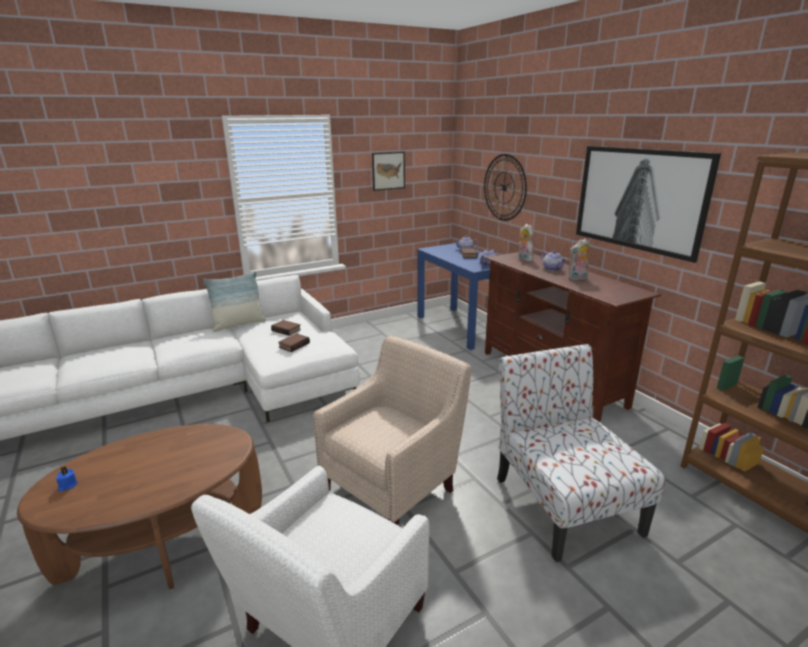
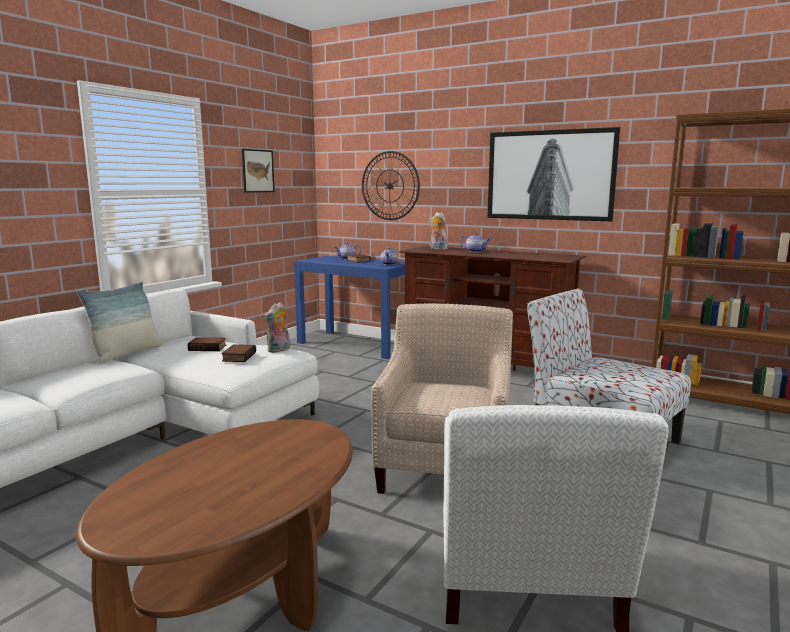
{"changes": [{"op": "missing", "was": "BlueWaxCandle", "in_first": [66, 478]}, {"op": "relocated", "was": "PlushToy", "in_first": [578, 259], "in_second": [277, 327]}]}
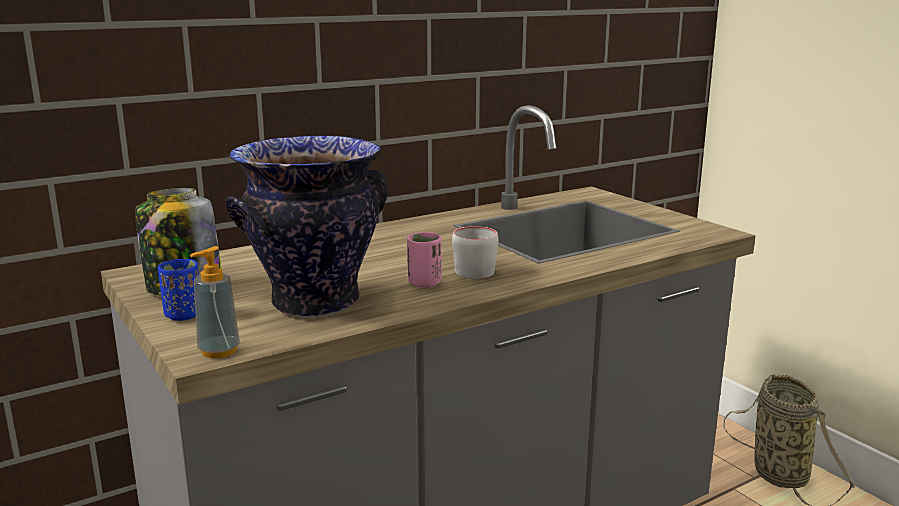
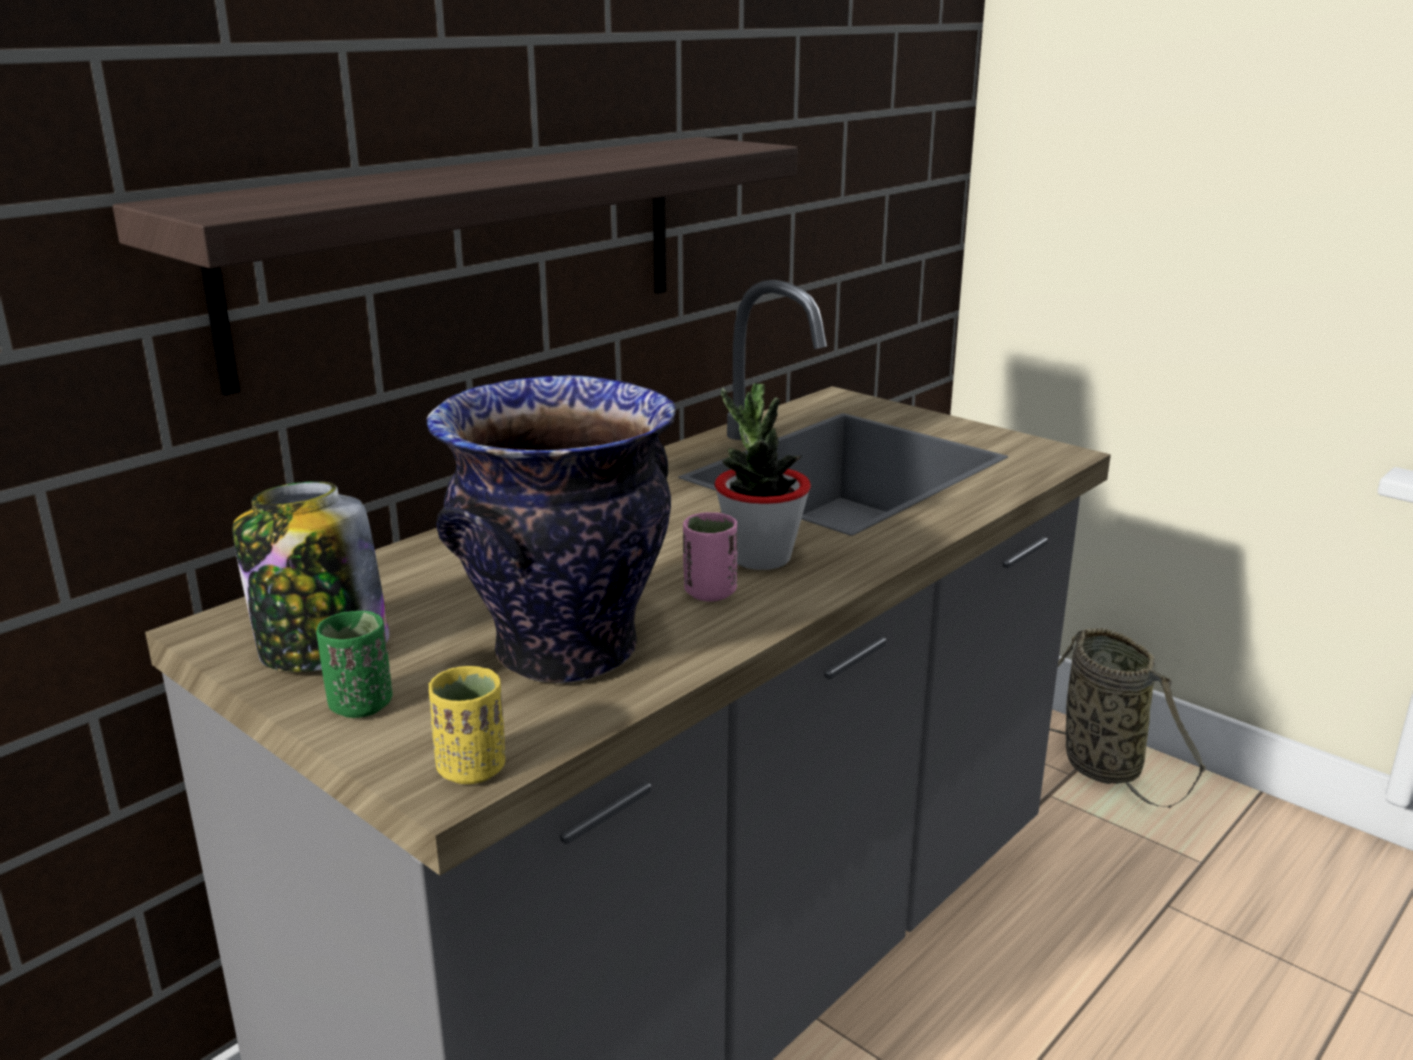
{"changes": [{"op": "colour", "was": "BlueCup", "now": "GreenCup", "in_first": [178, 290], "in_second": [354, 664]}, {"op": "exchanged", "was": "SoapBottle", "now": "YellowCup", "in_first": [215, 302], "in_second": [466, 725]}, {"op": "exchanged", "was": "GreyishMug", "now": "Houseplant", "in_first": [475, 252], "in_second": [763, 476]}, {"op": "appeared", "now": "WallShelf", "in_second": [455, 266]}]}
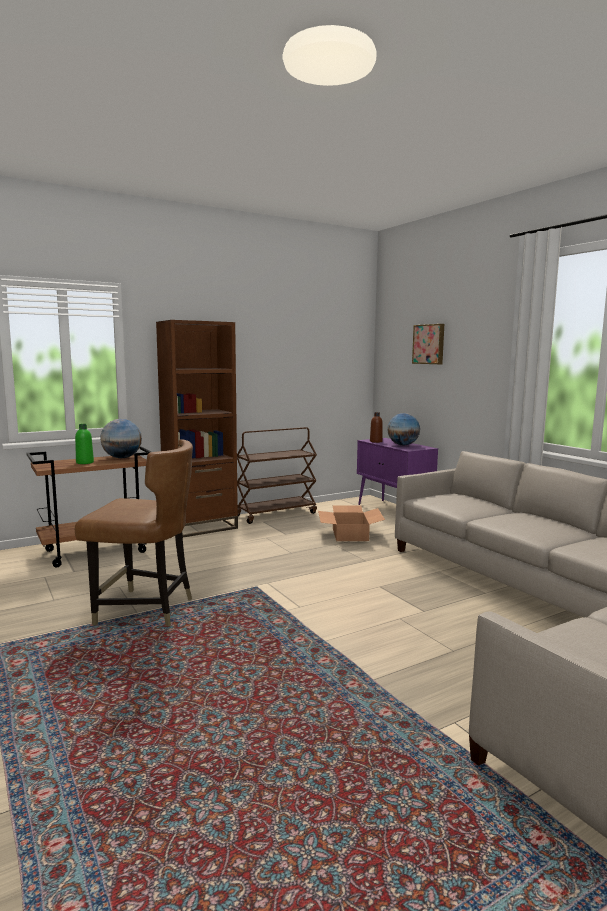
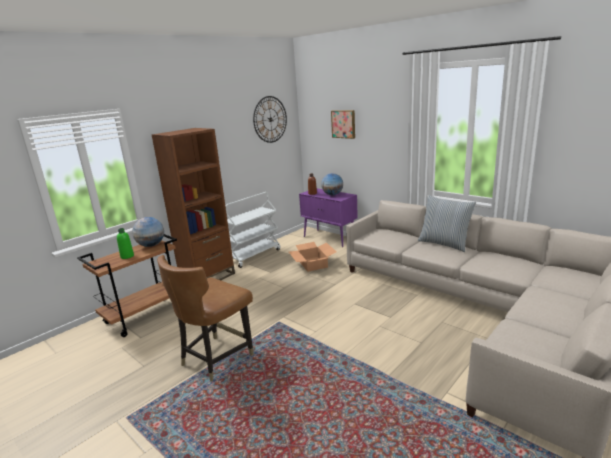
{"changes": [{"op": "spun", "was": "BrownColouredUprightChair", "in_first": [134, 533], "in_second": [205, 318], "clockwise": 135}, {"op": "colour", "was": "BrownColouredCart", "now": "WhiteCart", "in_first": [277, 475], "in_second": [252, 230]}, {"op": "appeared", "now": "HangingClock", "in_second": [270, 119]}, {"op": "appeared", "now": "Cushion", "in_second": [447, 223]}]}
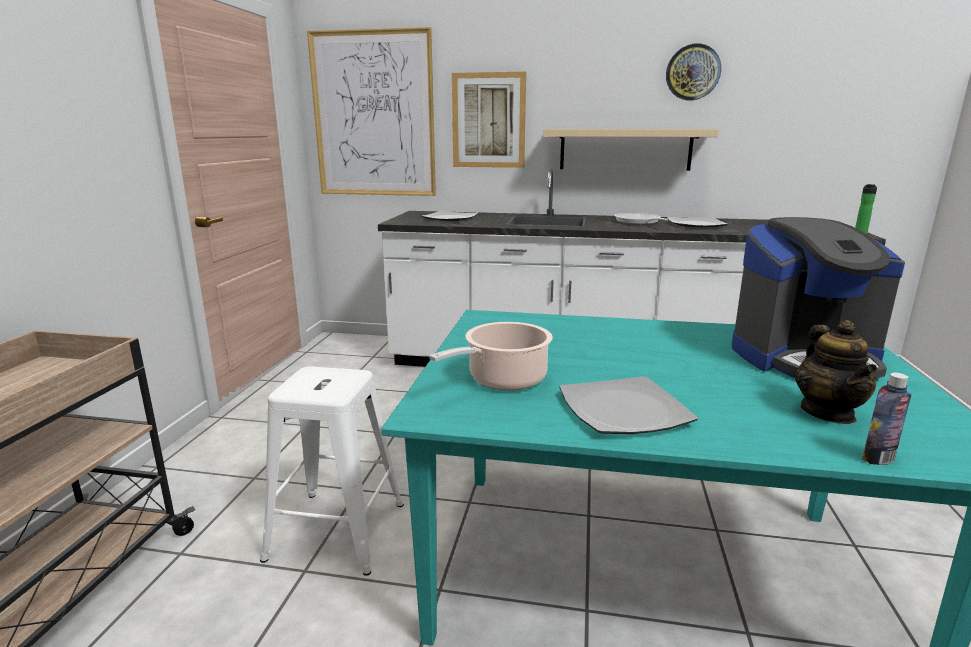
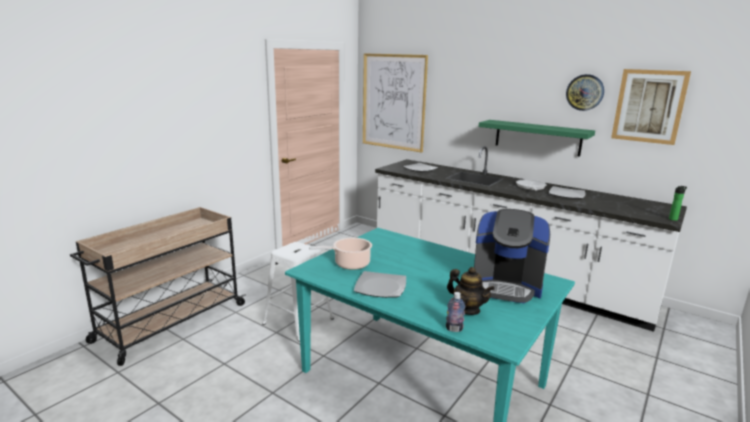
{"changes": [{"op": "relocated", "was": "WallPicture", "in_first": [489, 120], "in_second": [651, 107]}, {"op": "colour", "was": "SandColouredWallShelf", "now": "GreenWallShelf", "in_first": [631, 150], "in_second": [537, 138]}, {"op": "spun", "was": "Teapot", "in_first": [836, 372], "in_second": [471, 291], "clockwise": -75}]}
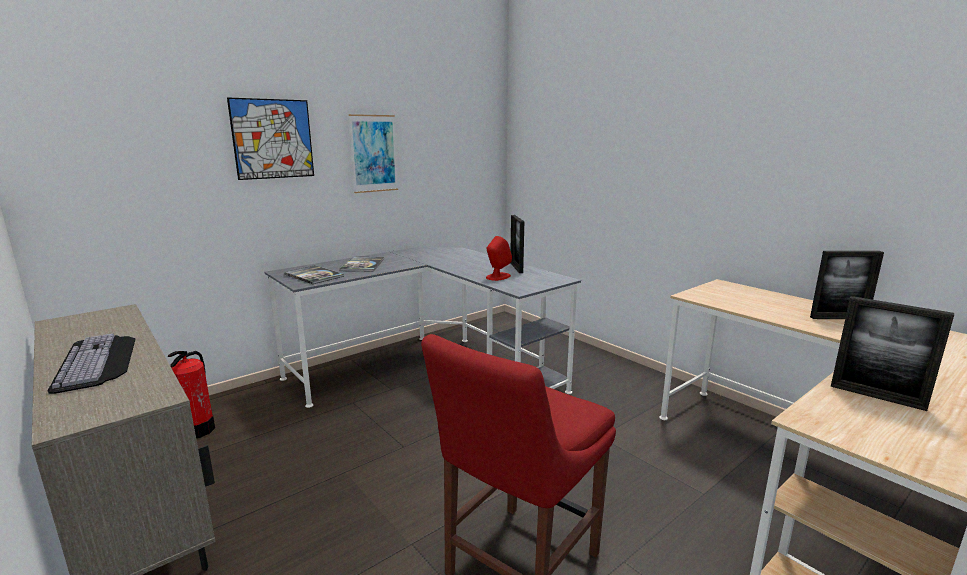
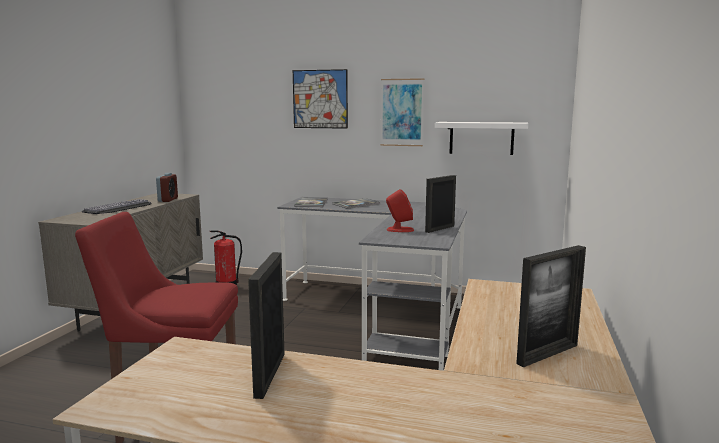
{"changes": [{"op": "spun", "was": "PictureFrame", "in_first": [847, 285], "in_second": [551, 306], "clockwise": -90}, {"op": "appeared", "now": "AlarmClock", "in_second": [167, 187]}, {"op": "appeared", "now": "WhiteWallShelf", "in_second": [481, 138]}]}
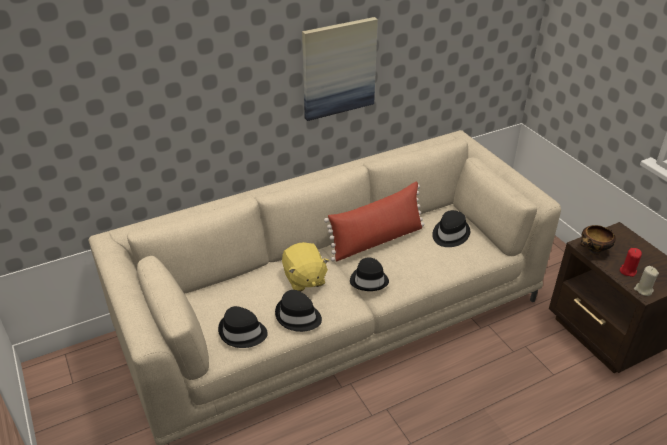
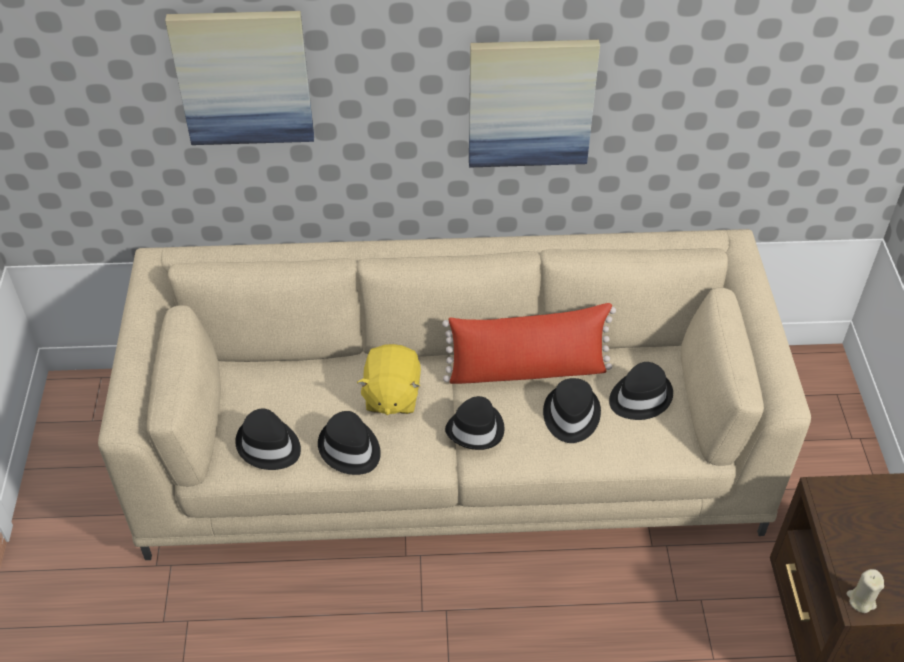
{"changes": [{"op": "missing", "was": "DeepDish", "in_first": [598, 240]}, {"op": "missing", "was": "ReddishWaxCandle", "in_first": [631, 262]}, {"op": "appeared", "now": "WallPicture", "in_second": [239, 78]}, {"op": "appeared", "now": "BlackColouredWearableHat", "in_second": [572, 410]}]}
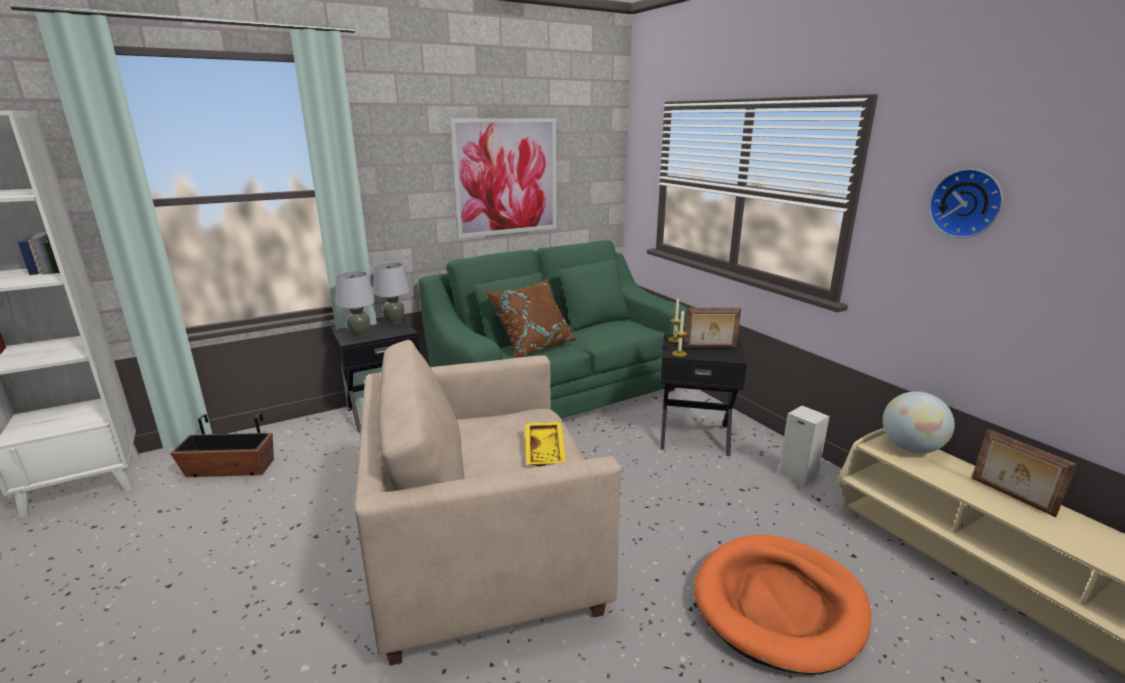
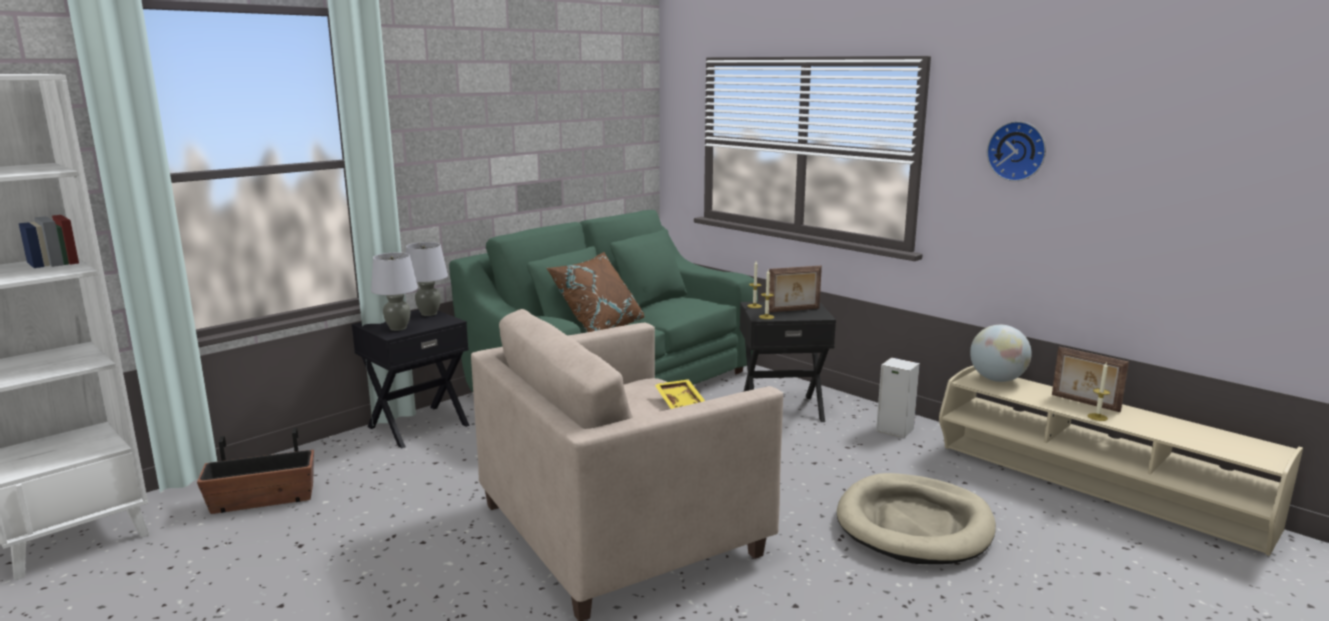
{"changes": [{"op": "missing", "was": "WallPicture", "in_first": [503, 178]}, {"op": "colour", "was": "OrangeDogBed", "now": "SandColouredDogBed", "in_first": [782, 605], "in_second": [916, 518]}, {"op": "appeared", "now": "WaxCandle", "in_second": [1099, 392]}]}
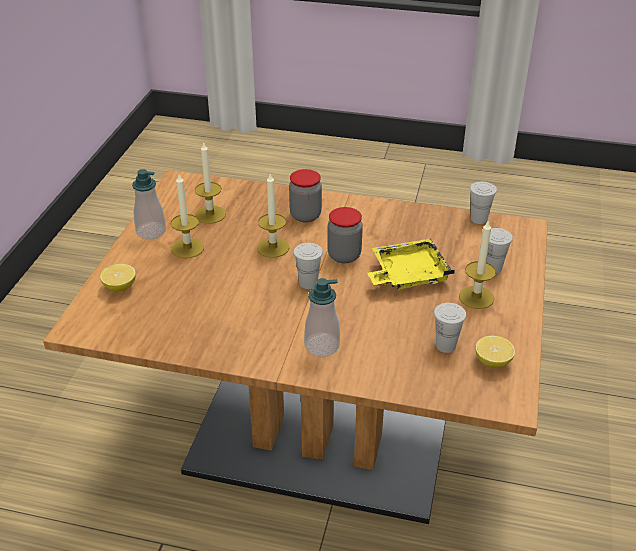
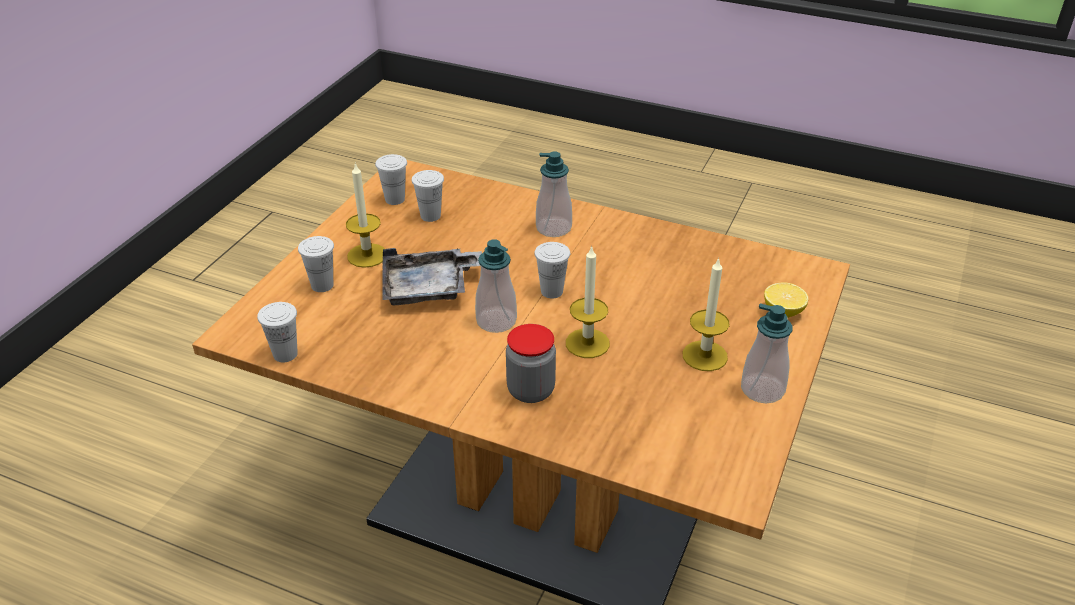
{"changes": [{"op": "missing", "was": "WaxCandle", "in_first": [210, 182]}, {"op": "exchanged", "was": "StorageJar", "now": "SoapBottle", "in_first": [345, 235], "in_second": [496, 286]}, {"op": "colour", "was": "YellowCarryingTray", "now": "GreyishCarryingTray", "in_first": [411, 264], "in_second": [432, 276]}, {"op": "exchanged", "was": "Lemon", "now": "WhiteCup", "in_first": [495, 352], "in_second": [391, 179]}]}
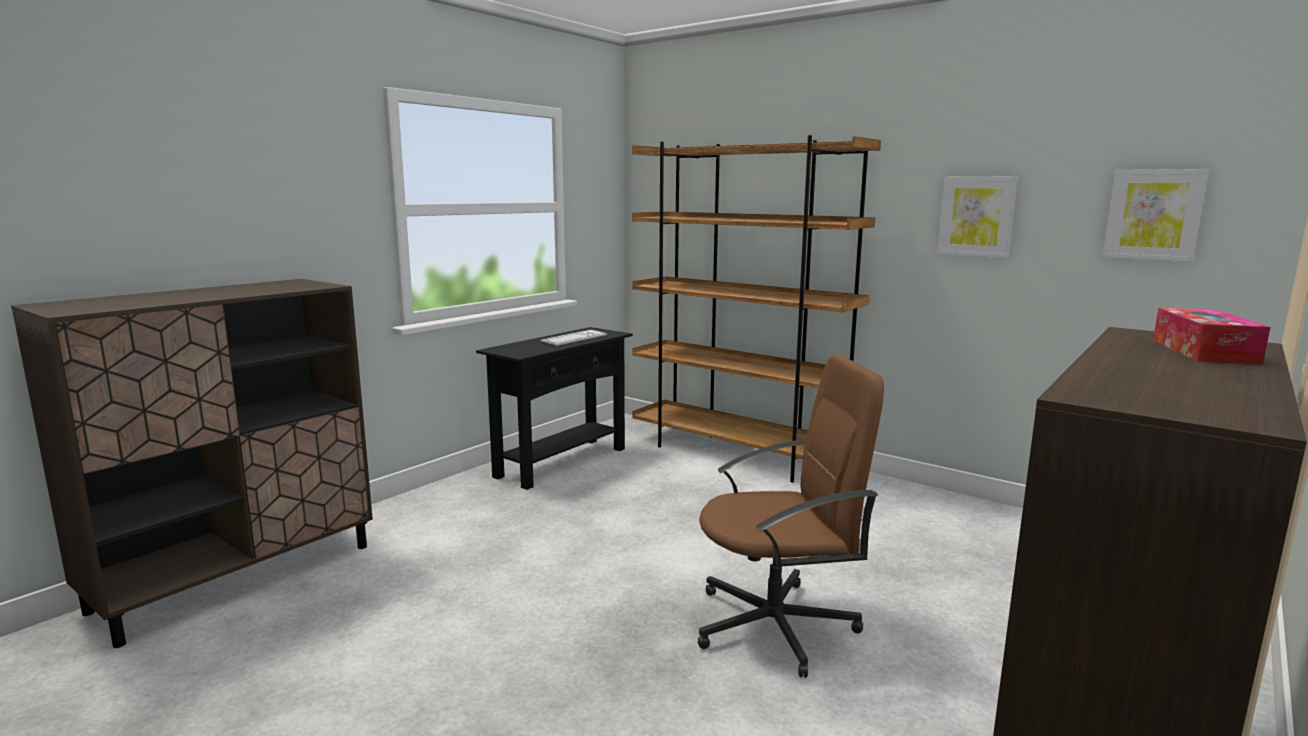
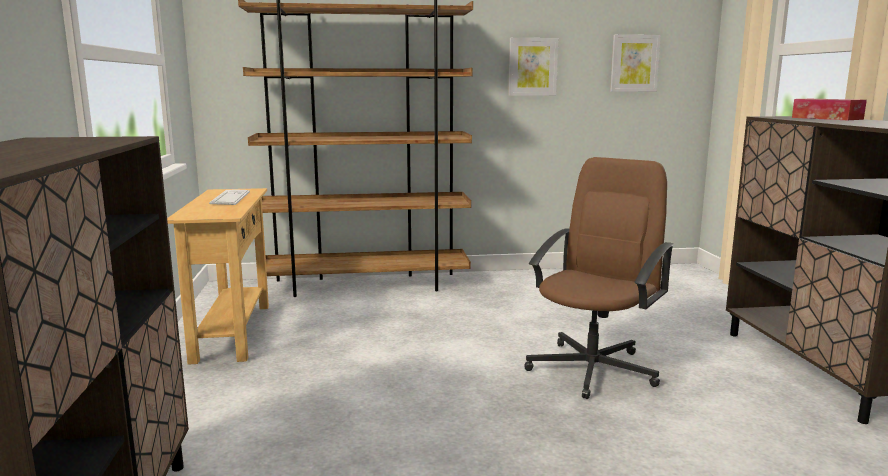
{"changes": [{"op": "colour", "was": "BlackColouredHallTable", "now": "SandColouredHallTable", "in_first": [554, 408], "in_second": [218, 276]}]}
